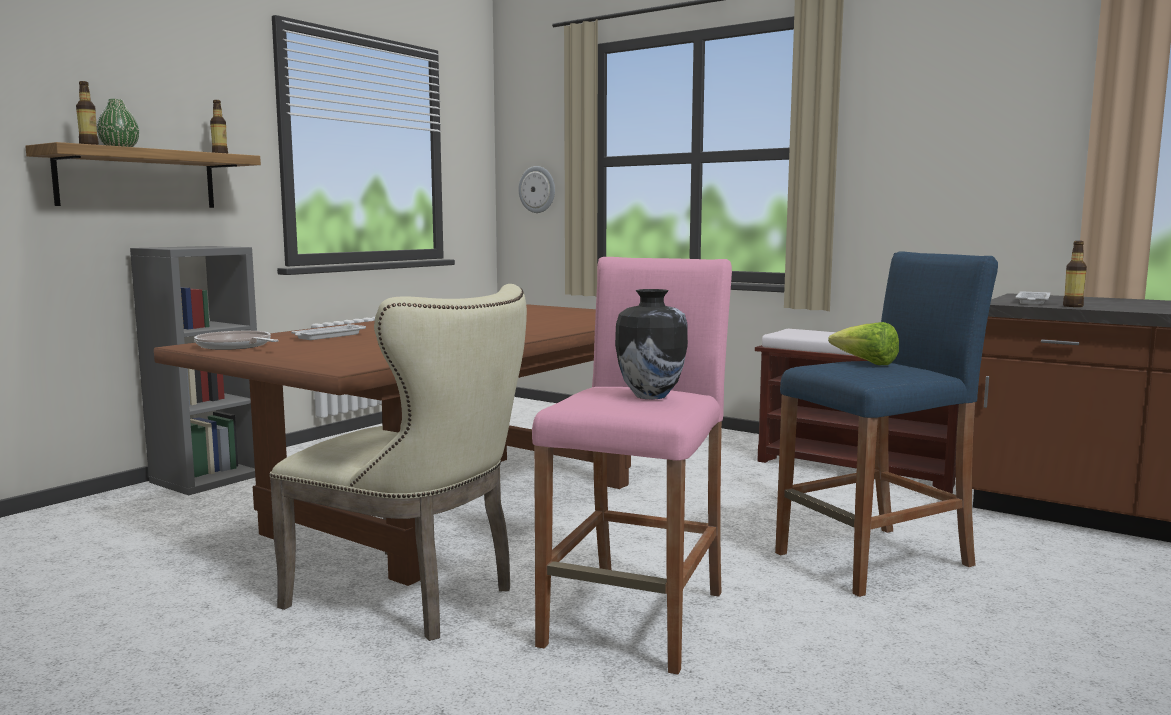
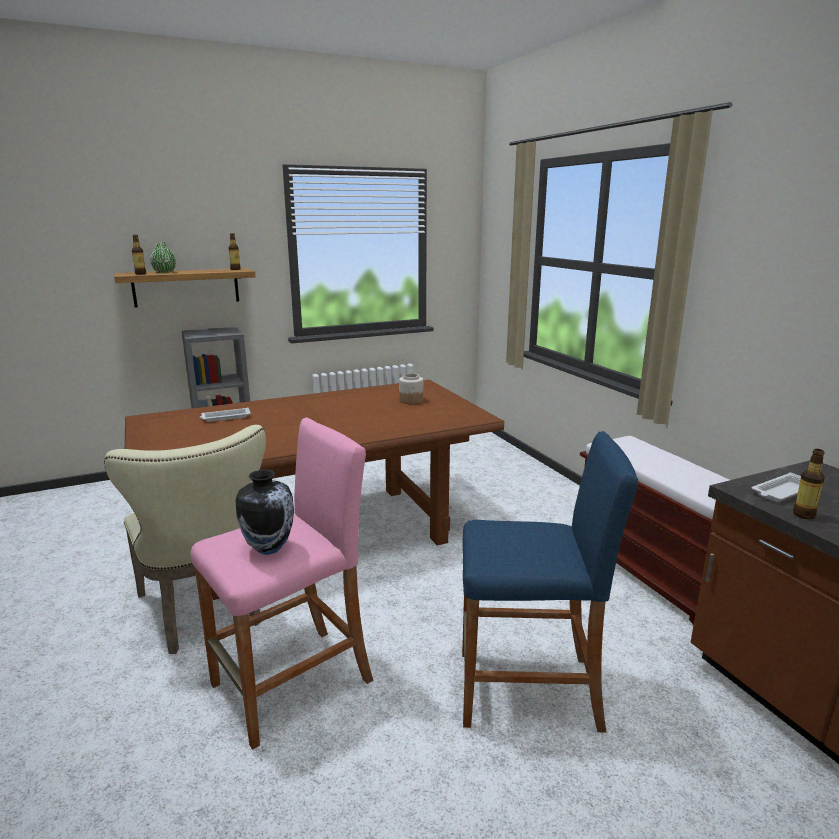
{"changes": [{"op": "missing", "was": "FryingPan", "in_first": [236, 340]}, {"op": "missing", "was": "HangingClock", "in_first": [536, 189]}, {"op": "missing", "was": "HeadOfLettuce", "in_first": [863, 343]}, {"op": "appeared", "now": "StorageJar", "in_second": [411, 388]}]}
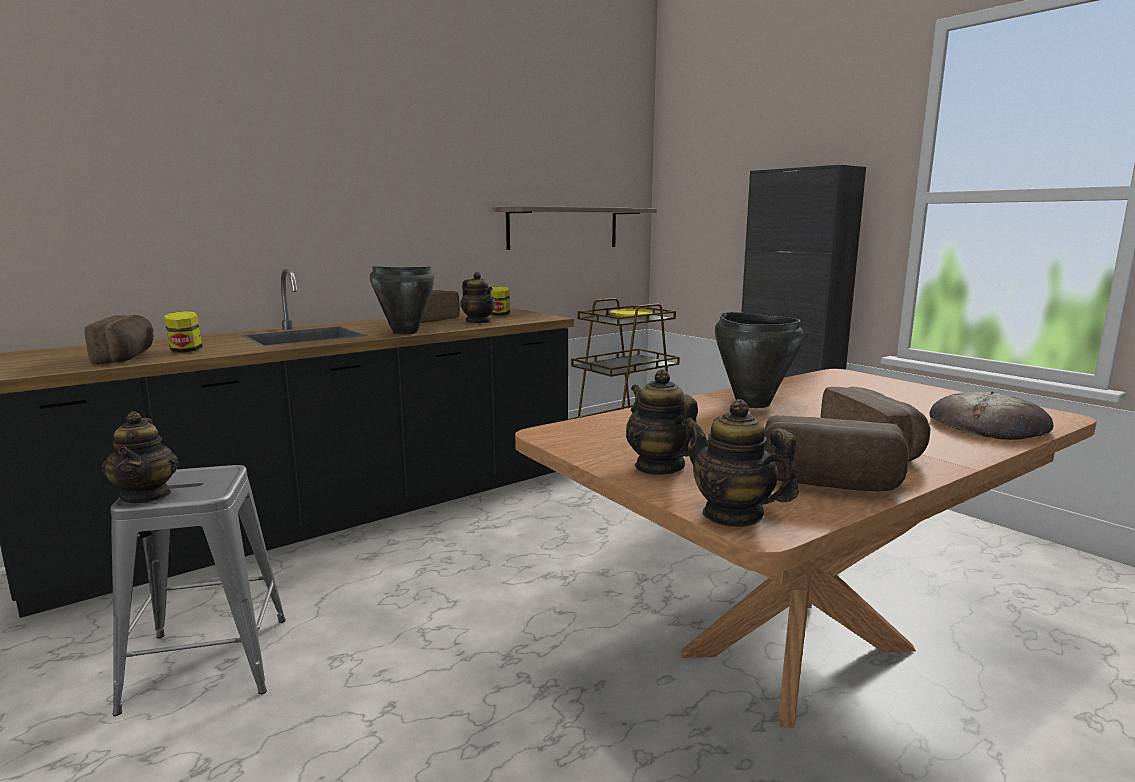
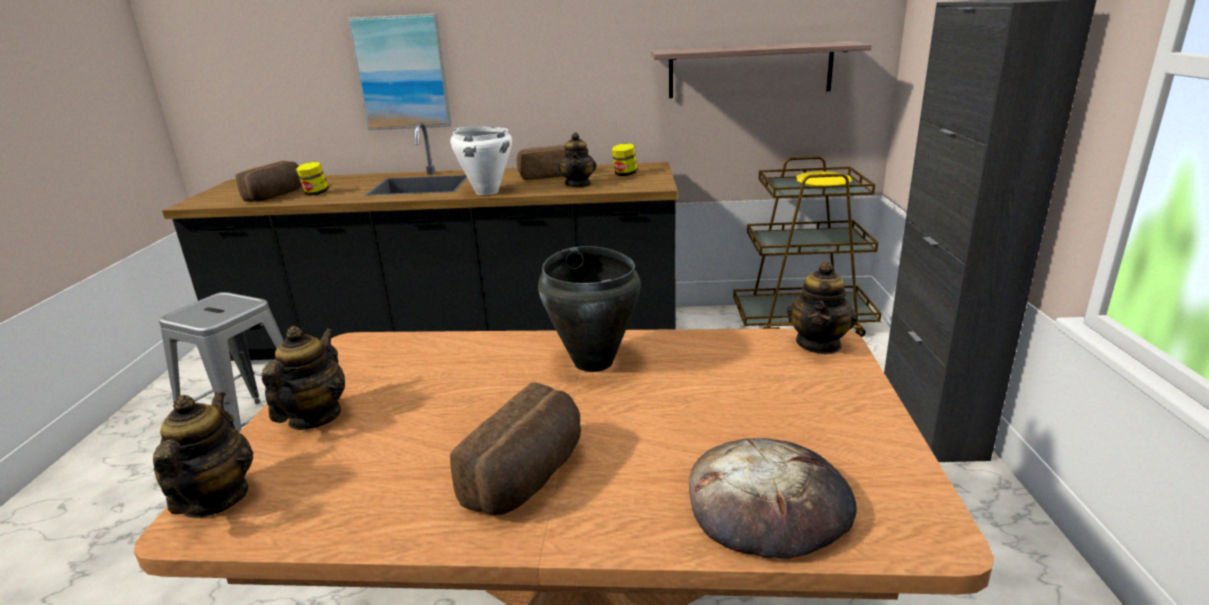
{"changes": [{"op": "relocated", "was": "Teapot", "in_first": [140, 457], "in_second": [822, 307]}, {"op": "colour", "was": "BlackColouredSaucepot", "now": "WhiteSaucepot", "in_first": [402, 300], "in_second": [481, 161]}, {"op": "missing", "was": "Bread", "in_first": [836, 453]}, {"op": "appeared", "now": "WallPicture", "in_second": [400, 72]}]}
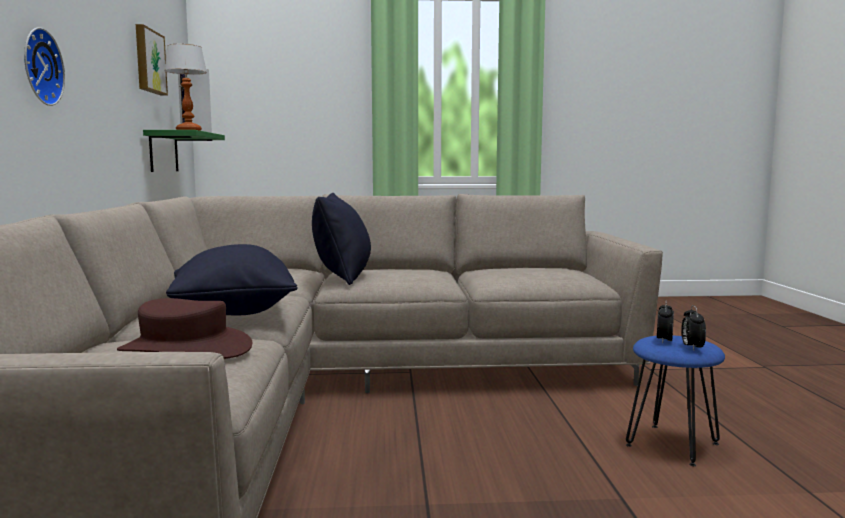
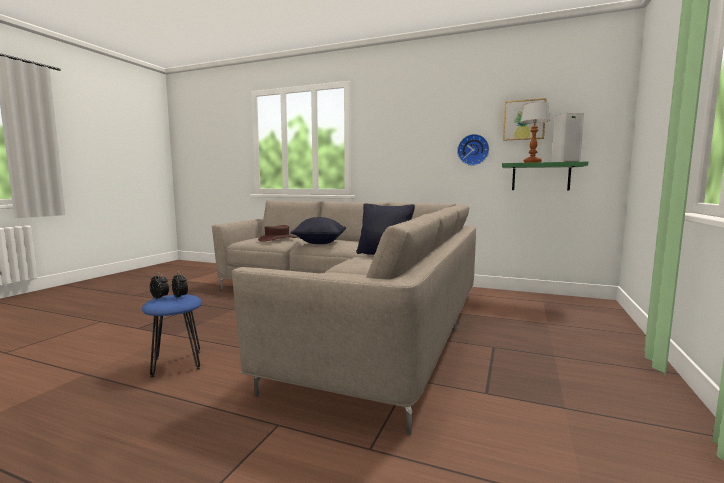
{"changes": [{"op": "relocated", "was": "HangingClock", "in_first": [44, 66], "in_second": [473, 150]}]}
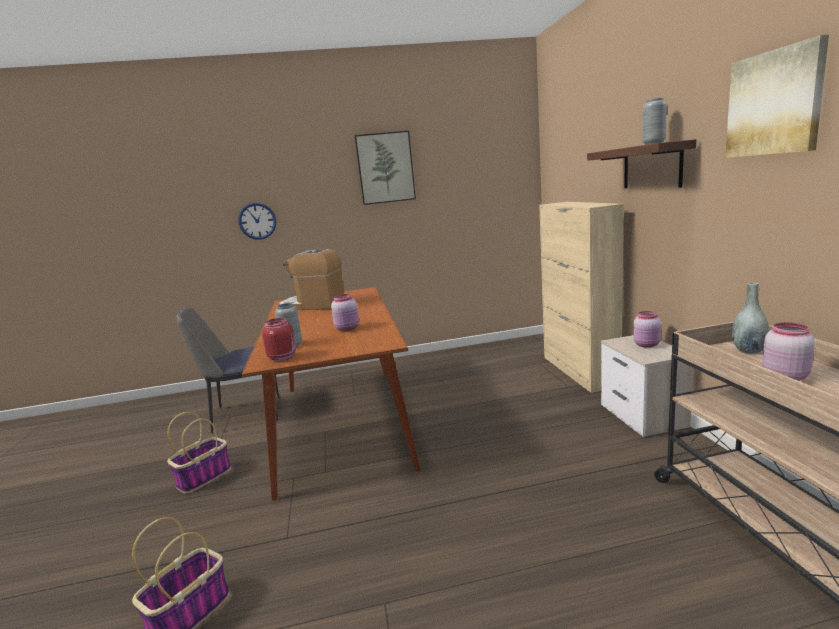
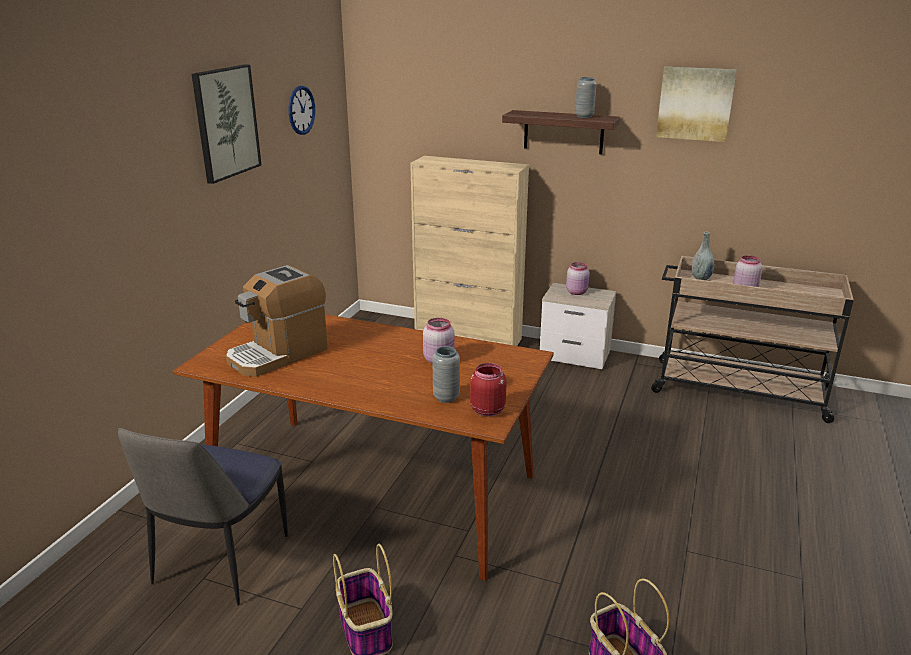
{"changes": [{"op": "relocated", "was": "HangingClock", "in_first": [257, 221], "in_second": [301, 110]}]}
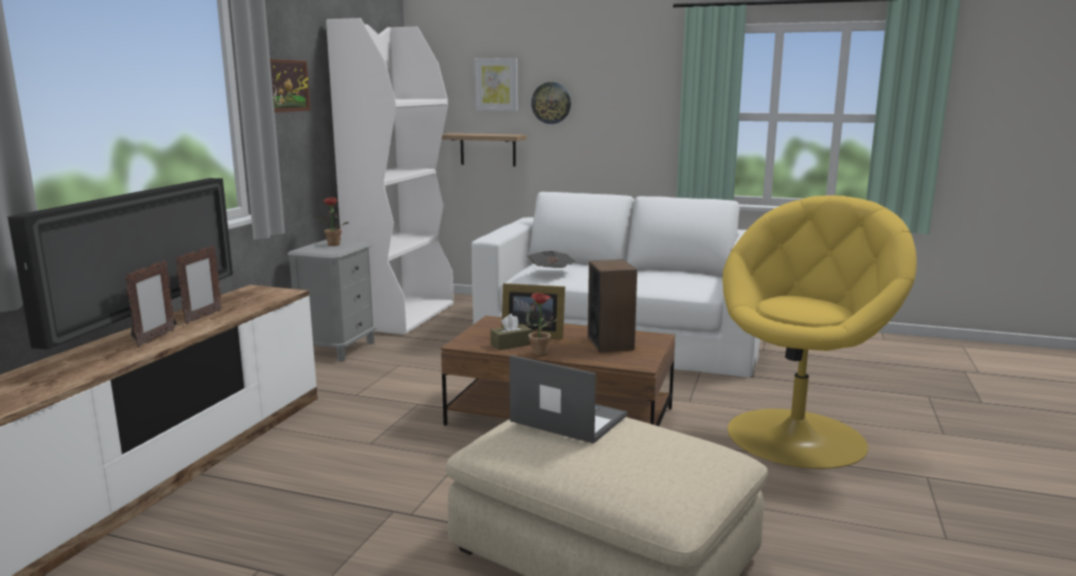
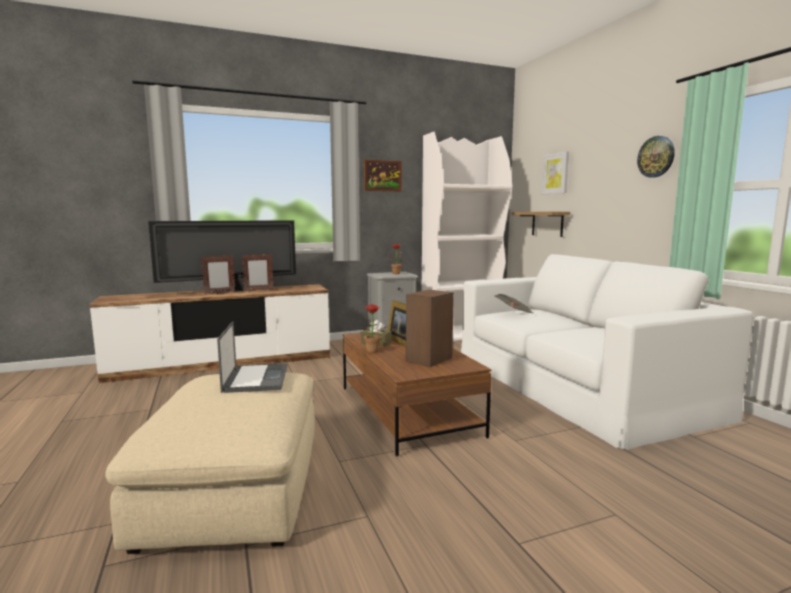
{"changes": [{"op": "relocated", "was": "HangingClock", "in_first": [551, 103], "in_second": [656, 157]}, {"op": "missing", "was": "YellowLoungeChair", "in_first": [820, 332]}]}
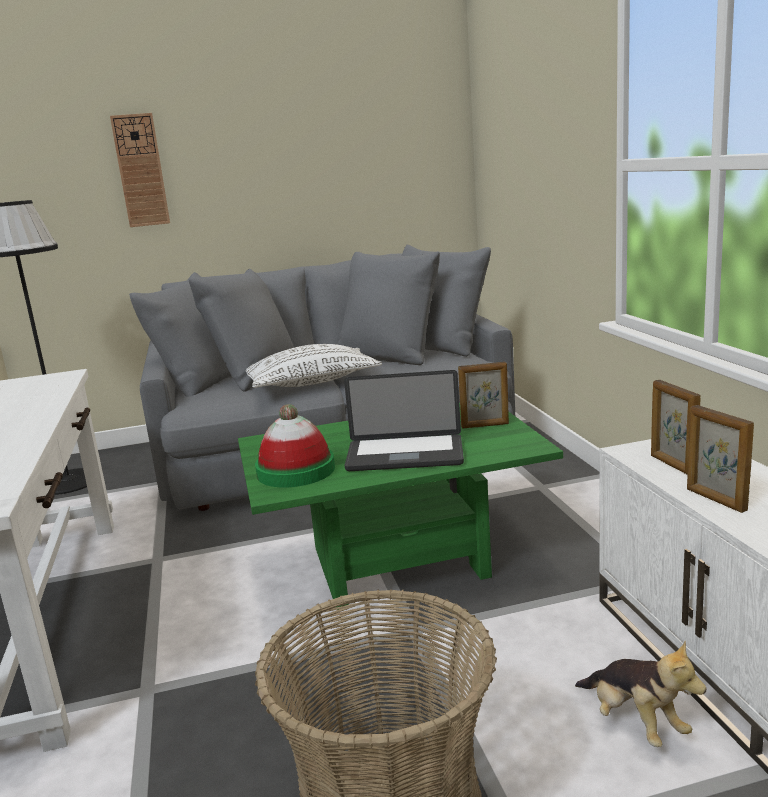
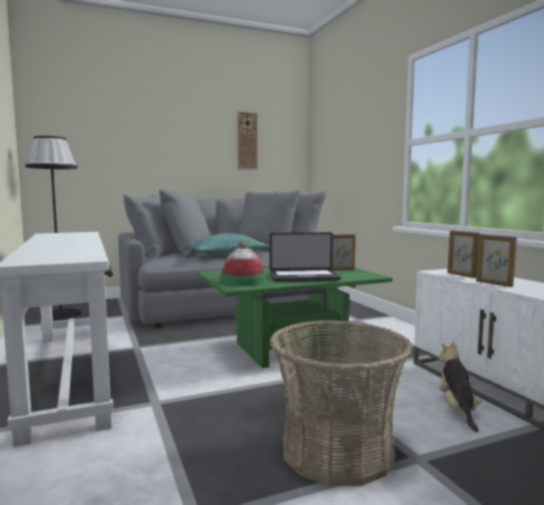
{"changes": [{"op": "relocated", "was": "HangingClock", "in_first": [140, 170], "in_second": [247, 140]}, {"op": "colour", "was": "WhiteCushion", "now": "TurquoiseCushion", "in_first": [314, 366], "in_second": [229, 244]}, {"op": "spun", "was": "PlushToy", "in_first": [640, 694], "in_second": [460, 386], "clockwise": -135}]}
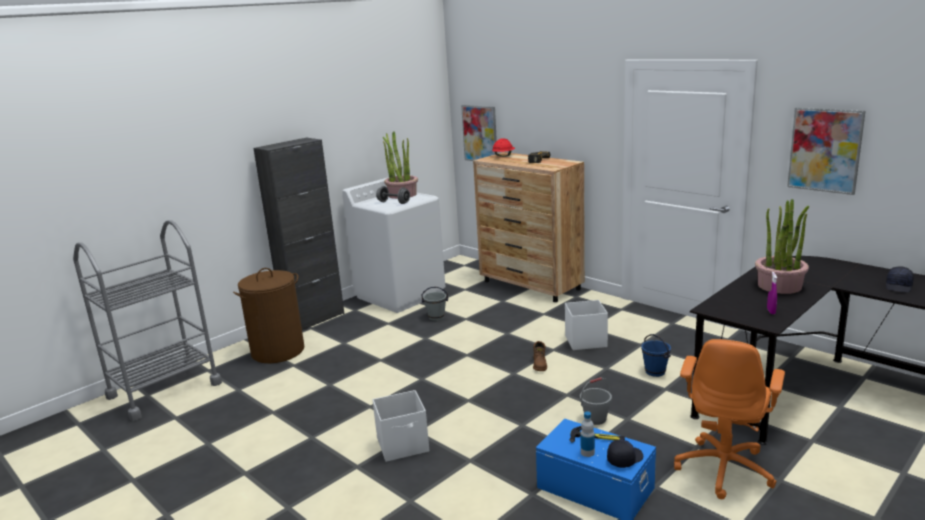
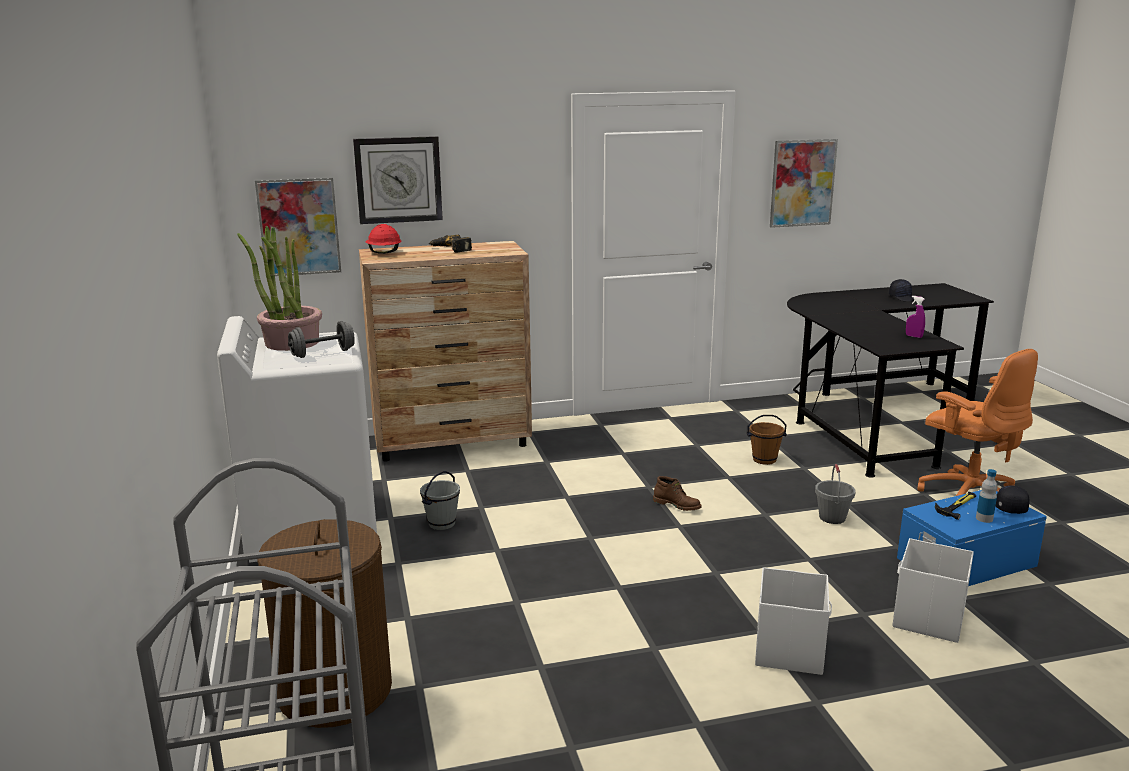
{"changes": [{"op": "missing", "was": "BlackColouredStorageCabinet", "in_first": [298, 234]}, {"op": "relocated", "was": "WhiteStorageBin", "in_first": [586, 325], "in_second": [933, 590]}, {"op": "colour", "was": "BluePail", "now": "BrownColouredPail", "in_first": [656, 355], "in_second": [767, 440]}, {"op": "missing", "was": "Houseplant", "in_first": [782, 246]}, {"op": "appeared", "now": "HangingClock", "in_second": [398, 180]}]}
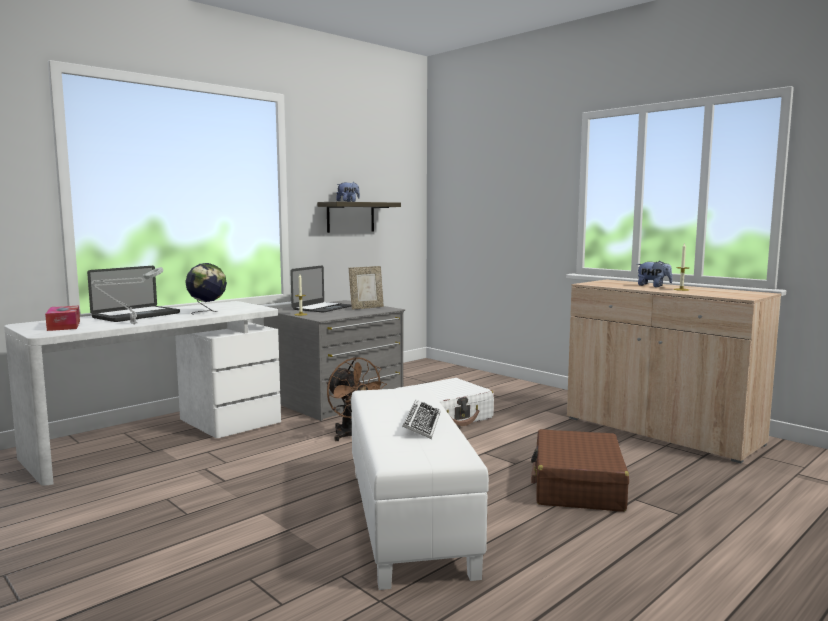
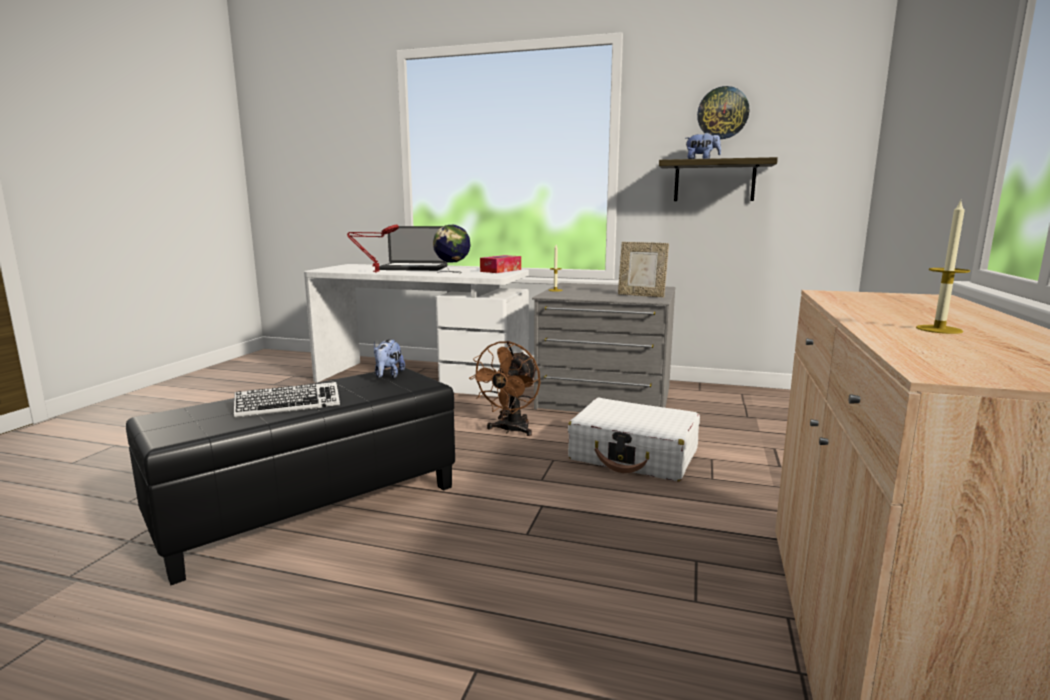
{"changes": [{"op": "relocated", "was": "TissueBox", "in_first": [62, 318], "in_second": [500, 264]}, {"op": "colour", "was": "GreyishLampForATable", "now": "ReddishLampForATable", "in_first": [127, 295], "in_second": [373, 249]}, {"op": "missing", "was": "PortableComputer", "in_first": [321, 288]}, {"op": "colour", "was": "WhiteFootrest", "now": "BlackColouredFootrest", "in_first": [420, 488], "in_second": [290, 476]}, {"op": "missing", "was": "BrownColouredPieceOfLuggage", "in_first": [580, 470]}, {"op": "relocated", "was": "PlushToy", "in_first": [655, 274], "in_second": [389, 358]}, {"op": "appeared", "now": "HangingClock", "in_second": [723, 112]}]}
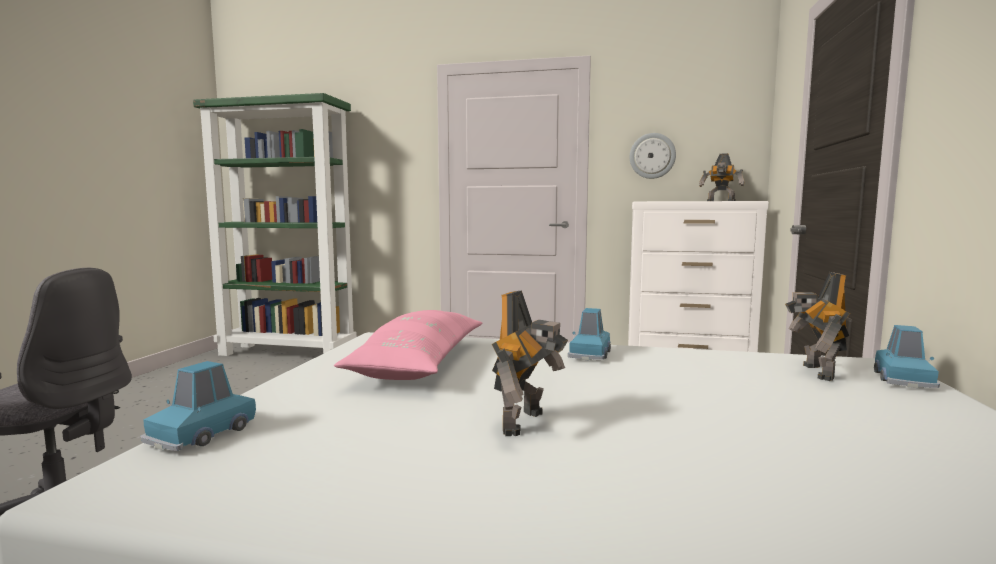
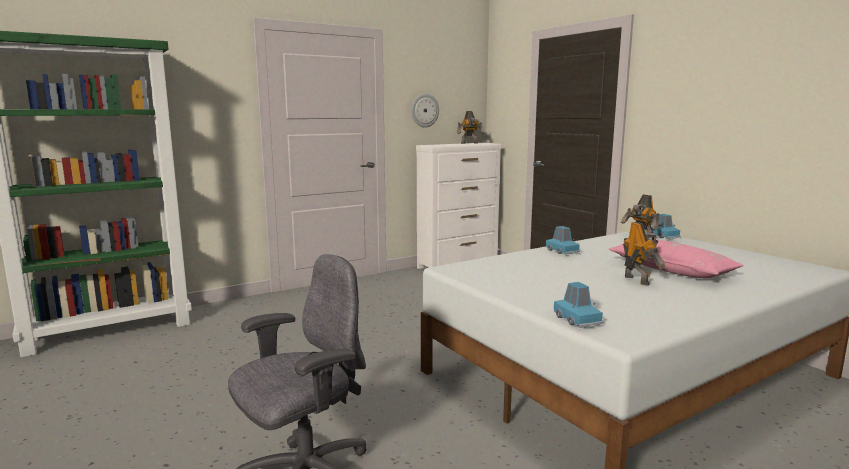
{"changes": [{"op": "relocated", "was": "PinkishCushion", "in_first": [408, 345], "in_second": [676, 259]}]}
